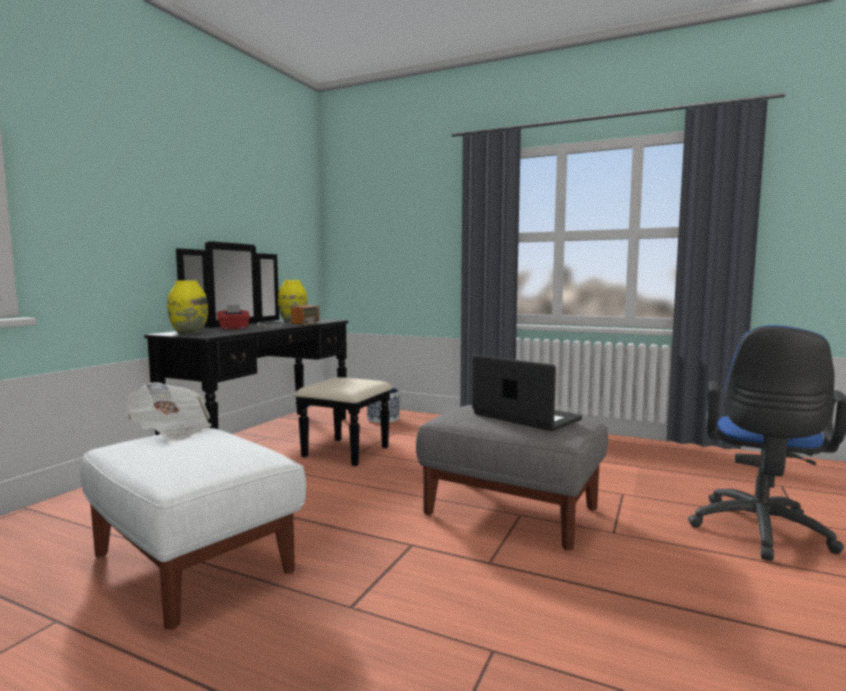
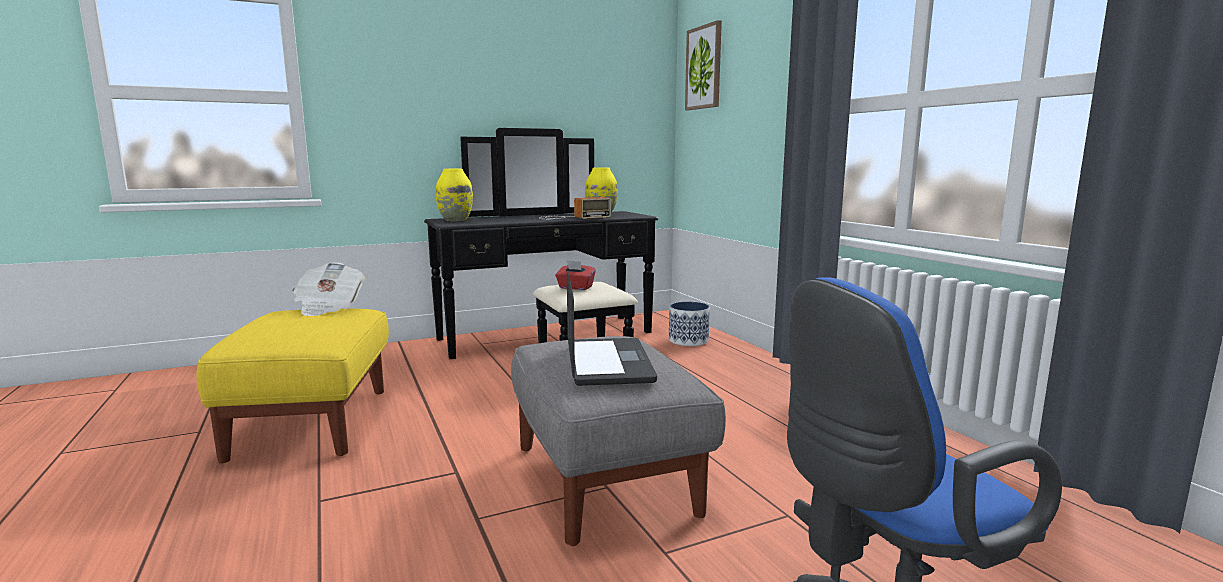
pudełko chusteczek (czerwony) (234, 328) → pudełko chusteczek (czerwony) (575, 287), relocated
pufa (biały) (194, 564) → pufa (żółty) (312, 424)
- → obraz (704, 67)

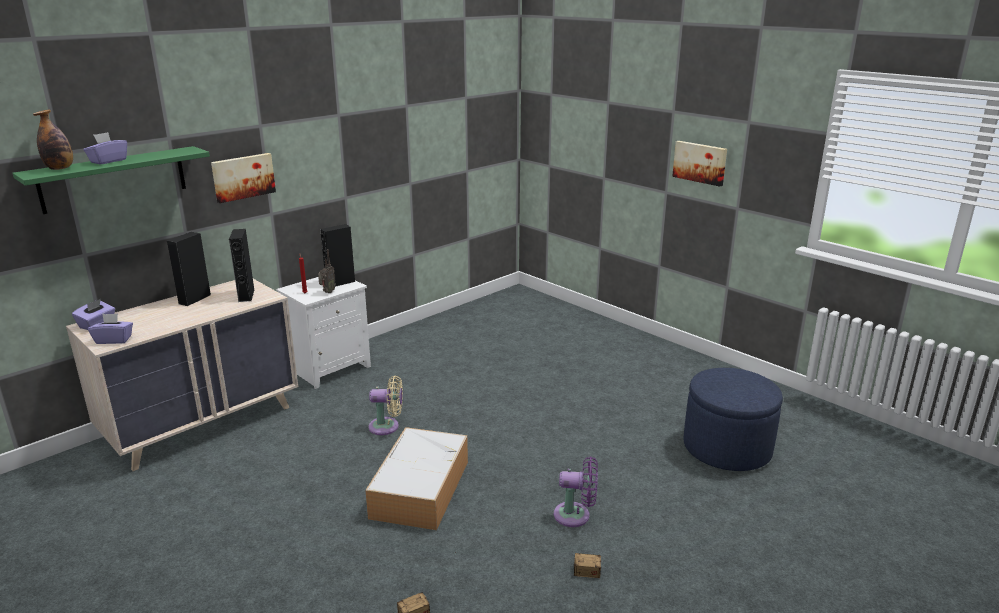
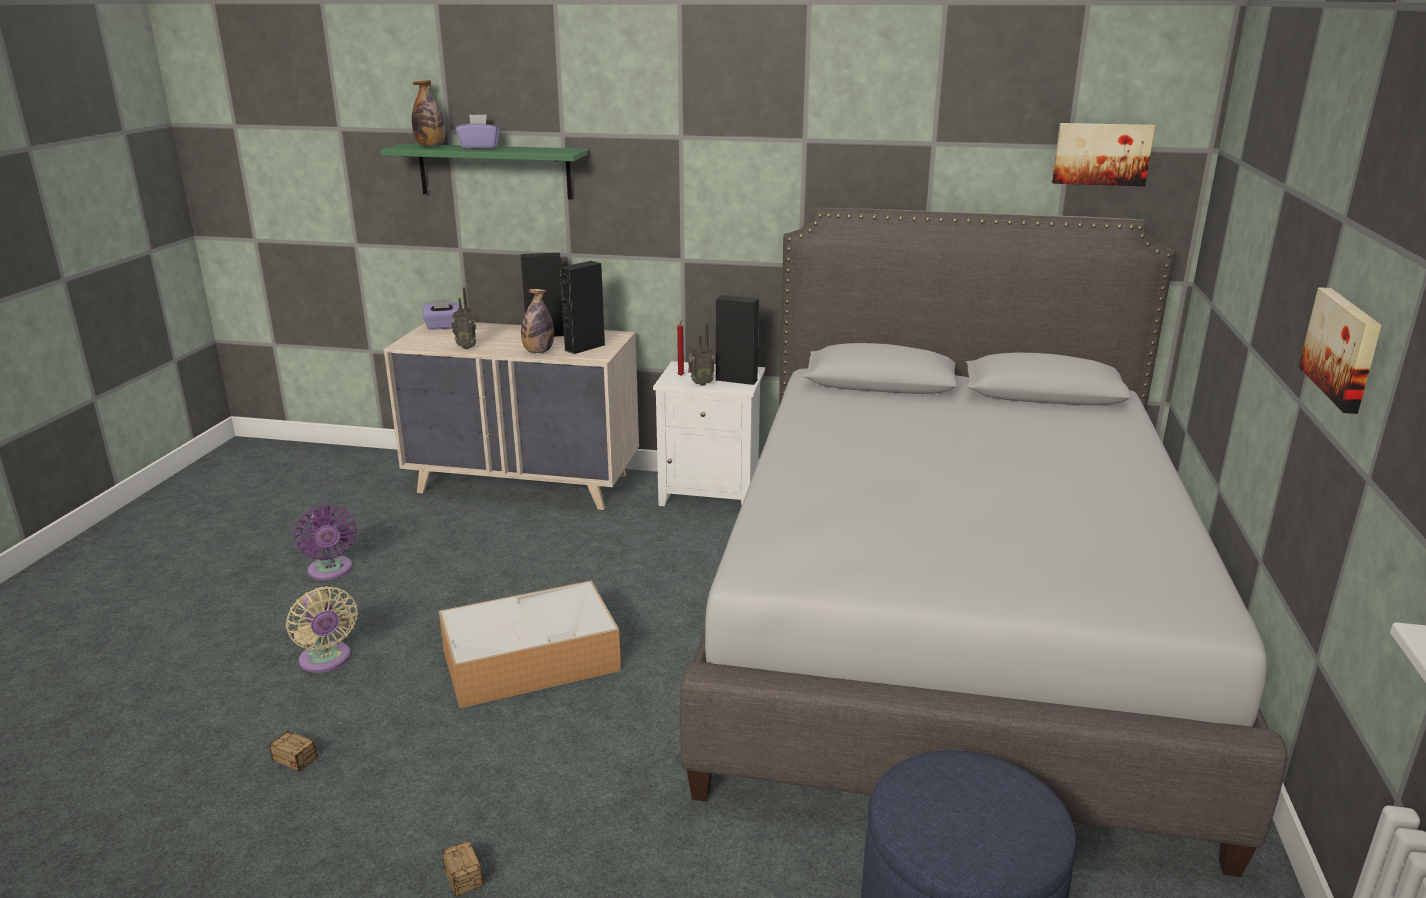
obraz (243, 177) → obraz (1101, 154), relocated
pudełko chusteczek (fioletowy) (114, 340) → -
wentylator (beżowy) (387, 426) → wentylator (beżowy) (326, 660), relocated
wentylator (fioletowy) (576, 515) → wentylator (fioletowy) (331, 571), relocated
- → łóżko (szary) (949, 626)
- → radio (467, 347)
- → butelka (538, 351)

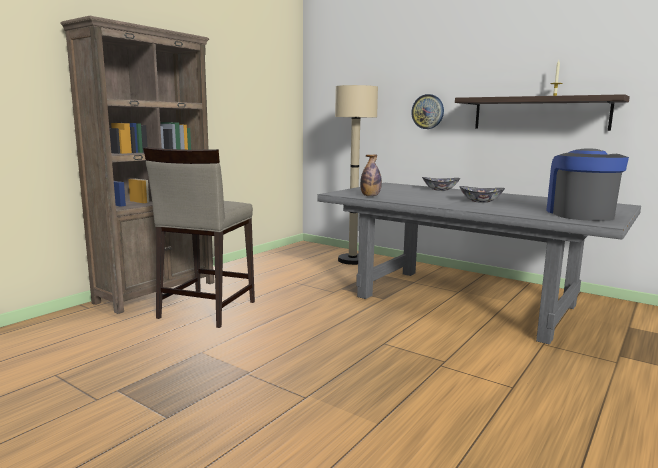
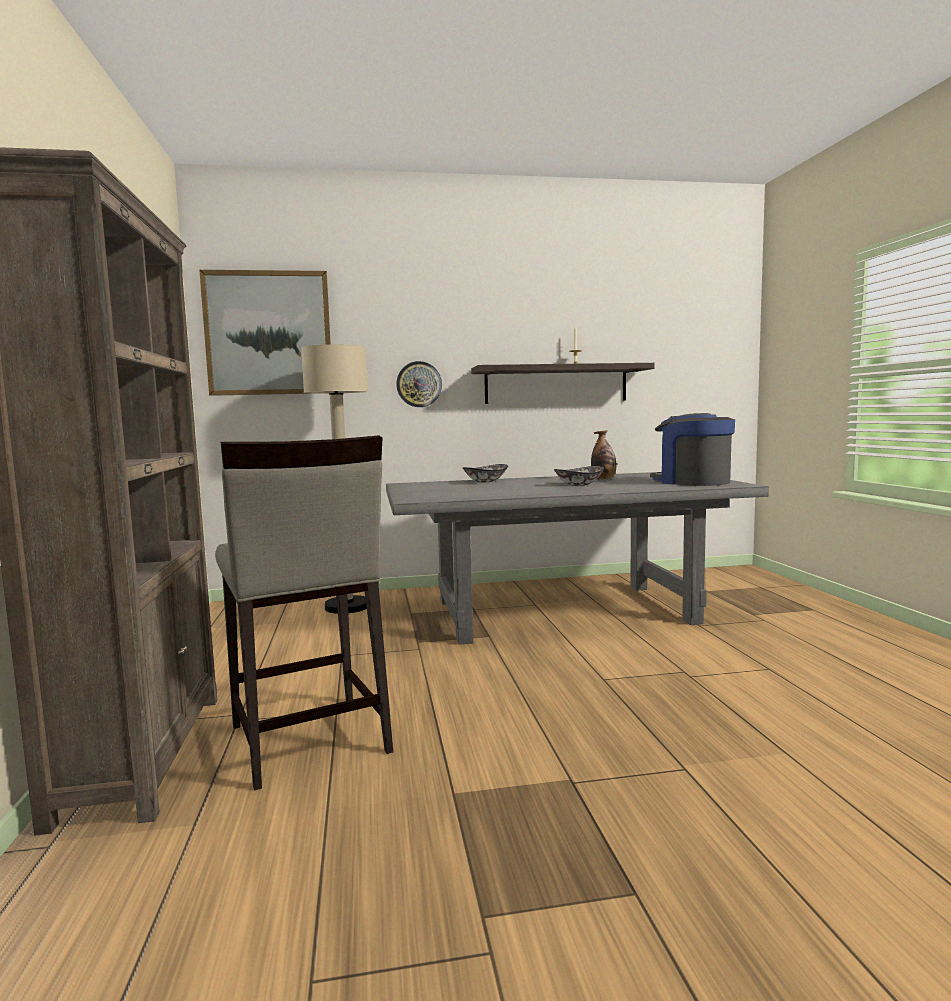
butelka (370, 196) → butelka (603, 479), relocated
- → obraz (268, 333)

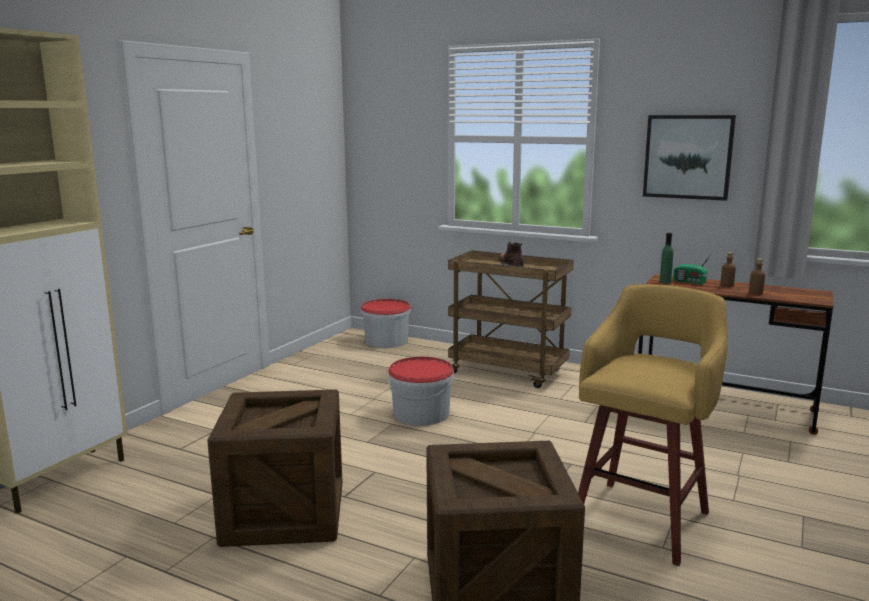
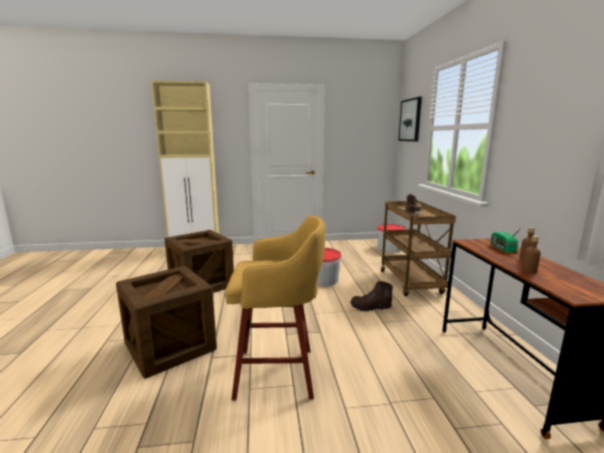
obraz (688, 157) → obraz (410, 120), relocated
butelka (zielony) (665, 282) → -
- → but z cholewką (brązowy) (370, 308)

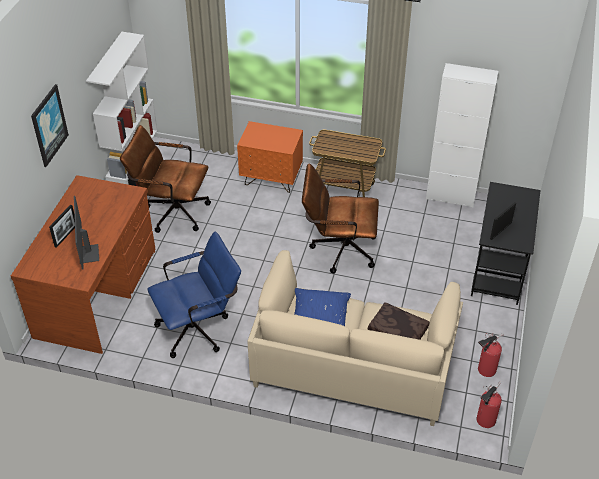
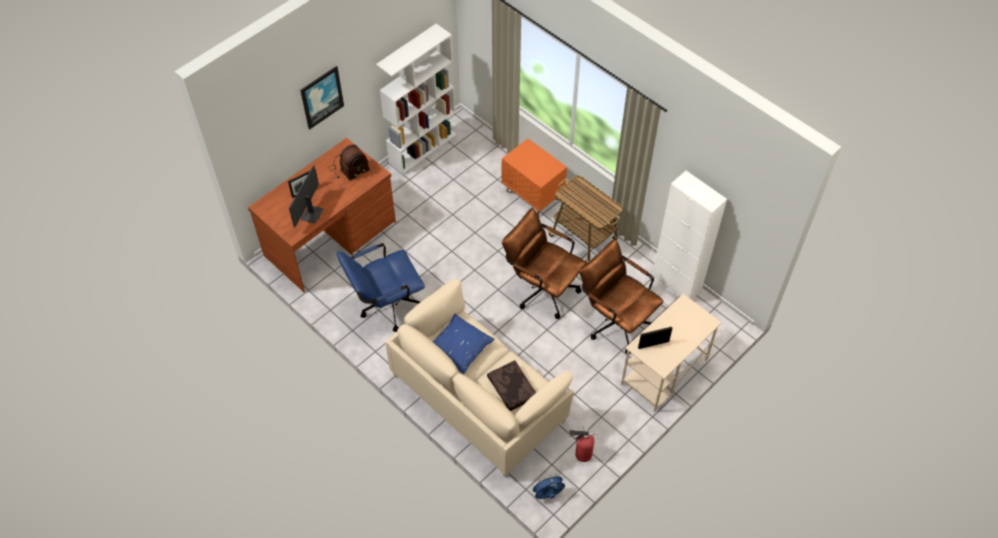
krzesło biurowe (brązowy) (171, 211) → krzesło biurowe (brązowy) (615, 321), relocated
biurko (czarny) (498, 269) → biurko (beżowy) (664, 372)
krzesło biurowe (niebieski) (199, 328) → krzesło biurowe (niebieski) (386, 306), 150 degrees clockwise
gaśnica (484, 421) → wentylator (niebieski) (548, 495)
- → radio (348, 168)

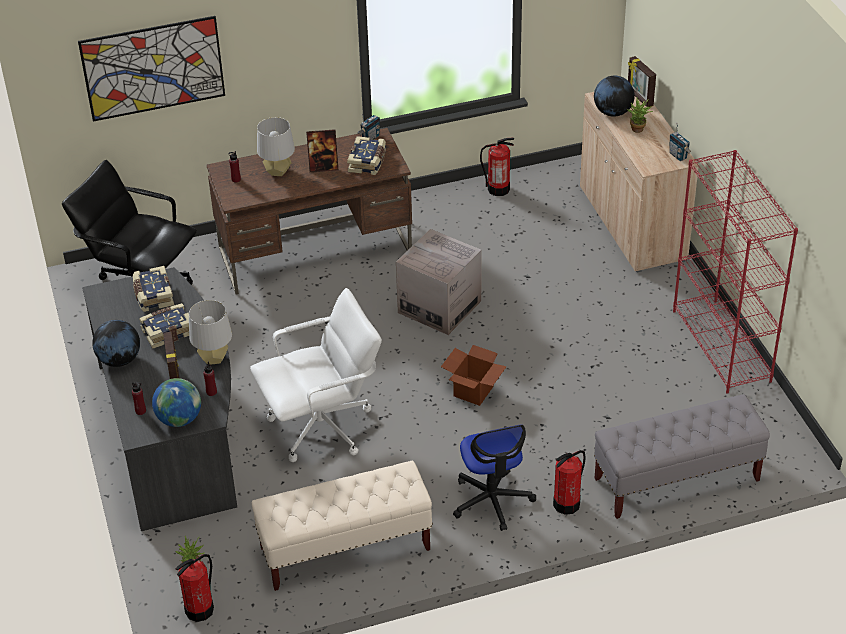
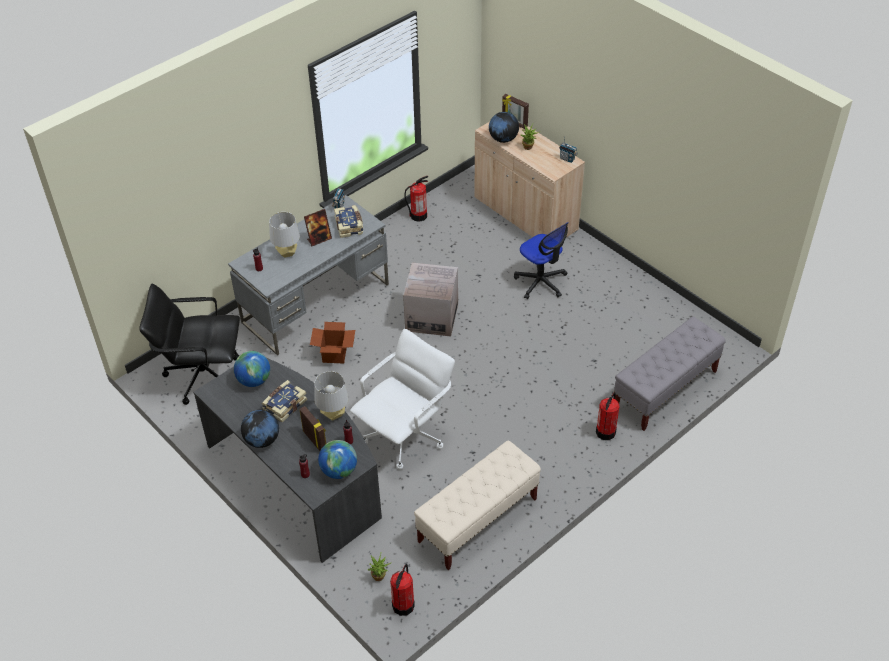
obraz (153, 68) → -
biurko (brązowy) (316, 251) → biurko (szary) (316, 303)
regał (czerwony) (722, 346) → -
książka (153, 295) → globus (254, 380)
karton (473, 391) → karton (334, 354), relocated
krzesło biurowe (492, 500) → krzesło biurowe (541, 282), relocated

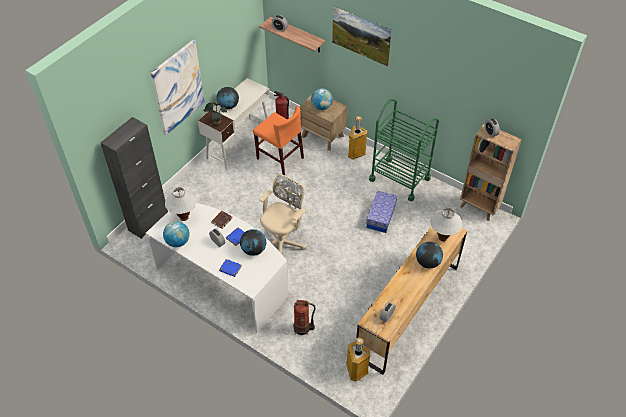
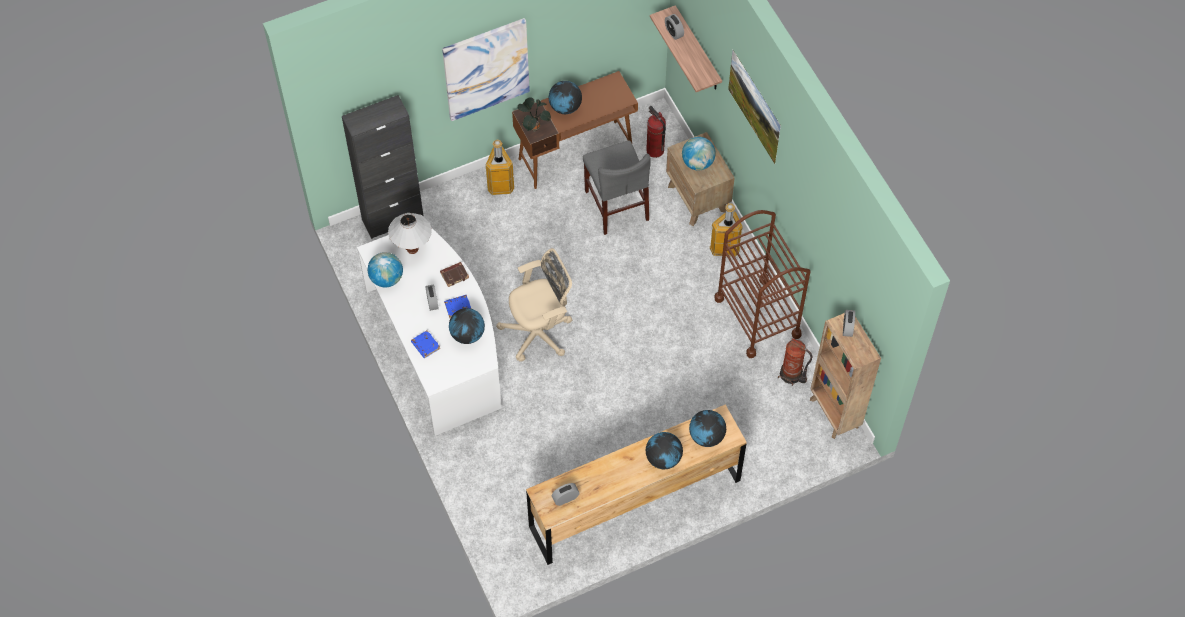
biurko (biały) (238, 143) → biurko (brązowy) (576, 154)
wózek (zielony) (399, 179) → wózek (brązowy) (757, 317)
krzesło (pomarańczowy) (280, 158) → krzesło (szary) (616, 205)
pojemnik do przechowywania (381, 216) → -
lampa stołowa (biały) (442, 238) → globus (706, 436)
gaśnica (302, 328) → gaśnica (792, 375), relocated
kosz na śmieci (356, 370) → kosz na śmieci (500, 185), relocated

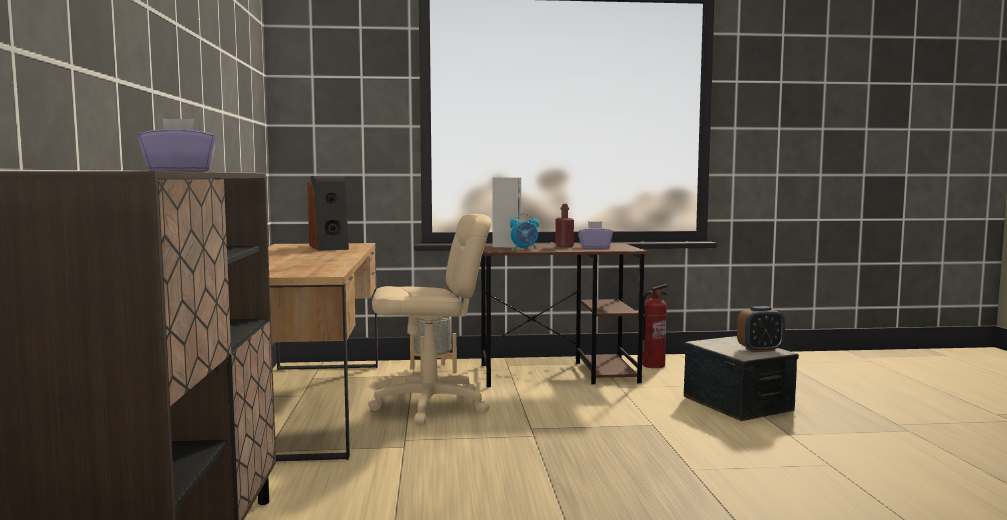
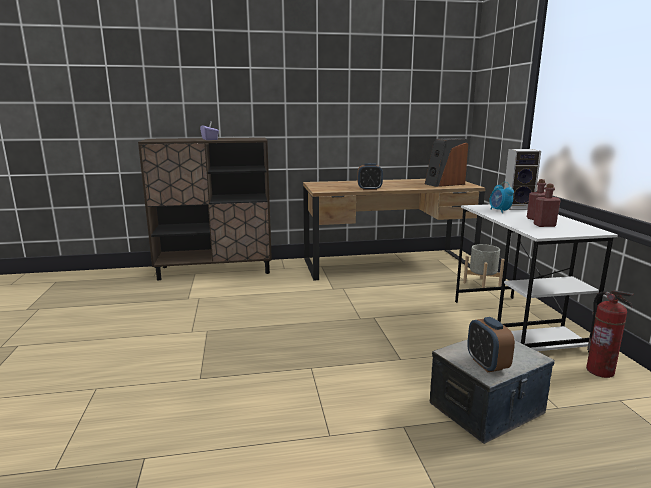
krzesło biurowe (beżowy) (431, 405) → -
pudełko chusteczek (fioletowy) (594, 247) → butelka (czerwony) (544, 225)
biurko (brązowy) (559, 373) → biurko (biały) (516, 325)
- → budzik (369, 189)

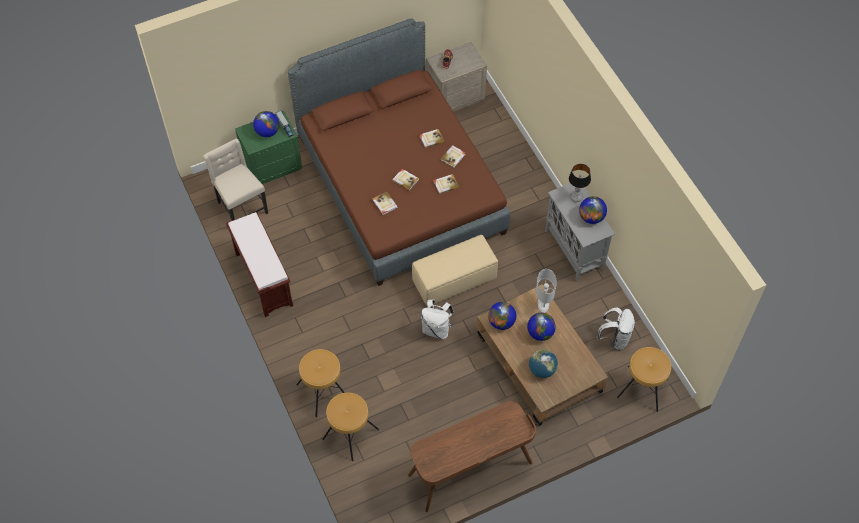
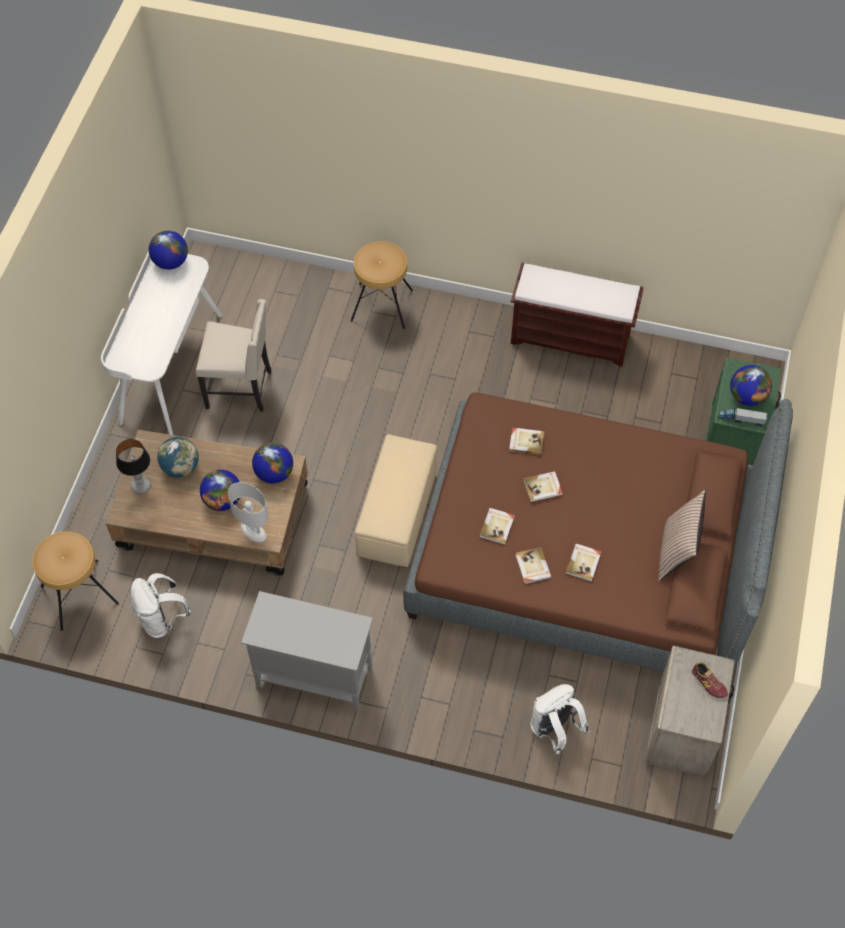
krzesło (beżowy) (241, 207) → krzesło (beżowy) (241, 389), relocated
lampa stołowa (576, 197) → lampa stołowa (140, 486), relocated
globus (591, 217) → globus (171, 262), relocated
plecak (biały) (436, 329) → plecak (biały) (554, 729), relocated
stołek (brązowy) (350, 434) → -
biurko (brązowy) (470, 470) → biurko (biały) (170, 367)
- → poduszka (676, 552)

